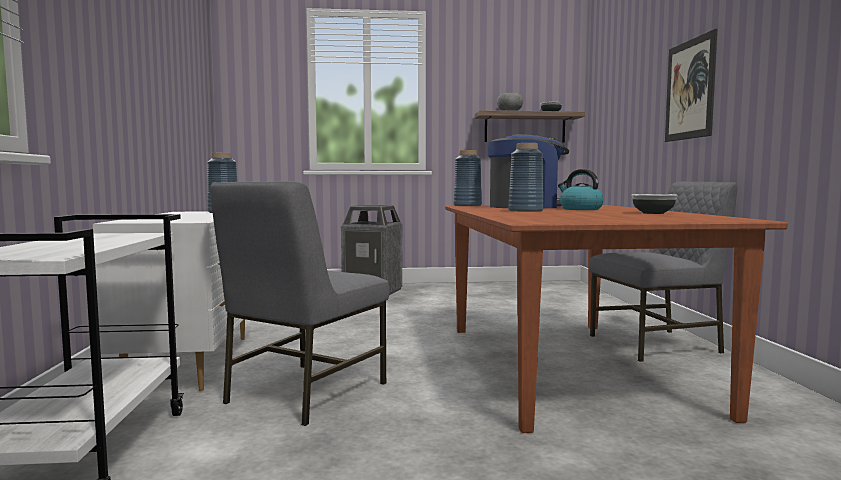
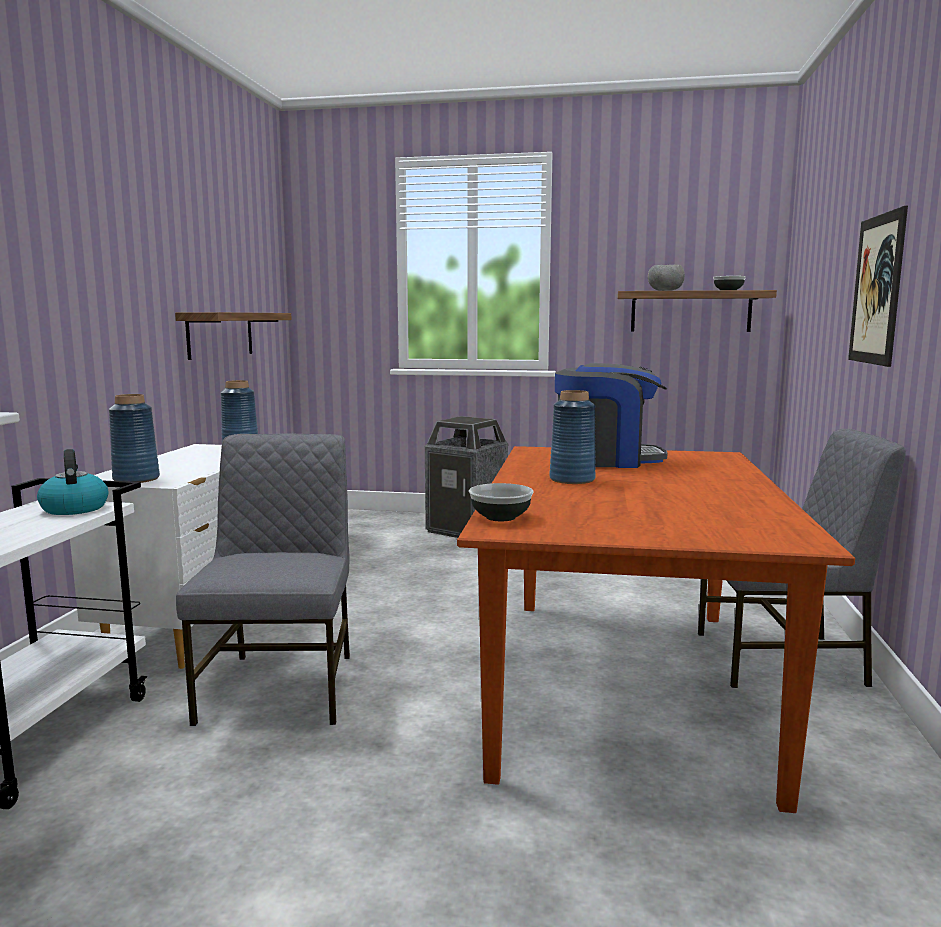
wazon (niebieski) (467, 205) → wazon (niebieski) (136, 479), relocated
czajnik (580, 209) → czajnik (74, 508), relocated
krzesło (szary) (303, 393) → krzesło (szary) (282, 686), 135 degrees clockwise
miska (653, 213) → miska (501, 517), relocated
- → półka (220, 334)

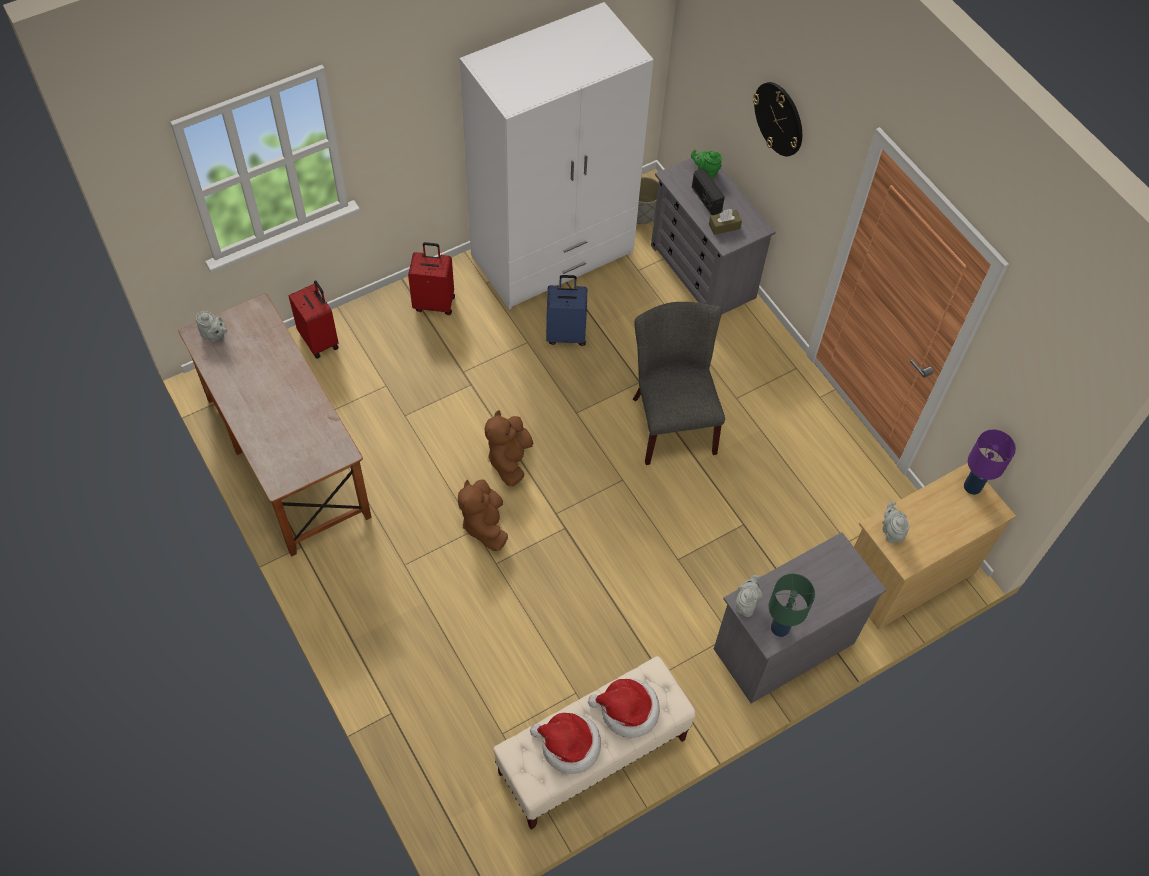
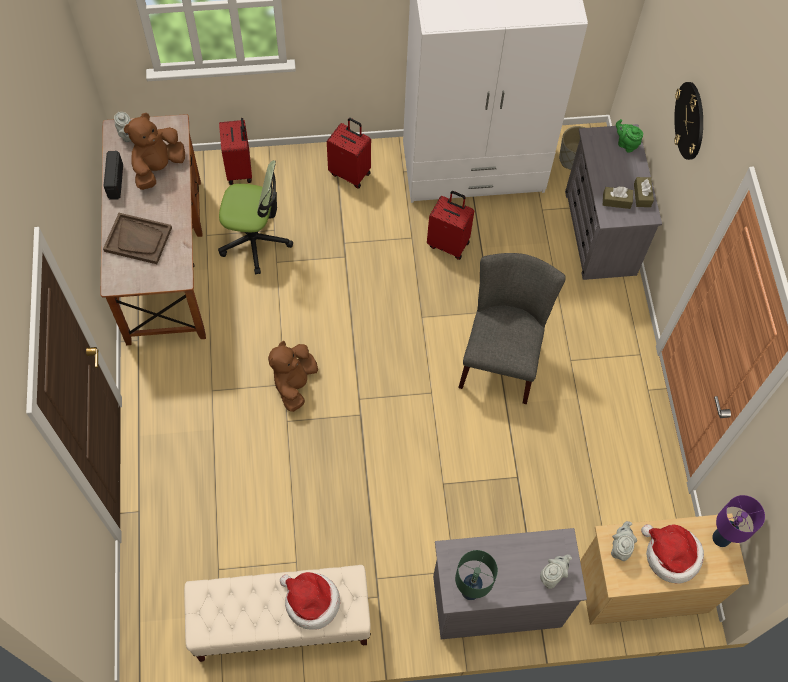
radio (706, 199) → radio (115, 181), relocated
walizka (niebieski) (566, 334) → walizka (czerwony) (449, 243)
pluszak (brązowy) (509, 460) → pluszak (brązowy) (158, 168), relocated
imbryk (szary) (746, 604) → imbryk (szary) (552, 575), relocated
kapelusz (568, 745) → kapelusz (670, 555), relocated
- → krzesło biurowe (255, 240)
- → pudełko chusteczek (brązowy) (642, 195)
- → taca (brązowy) (138, 239)

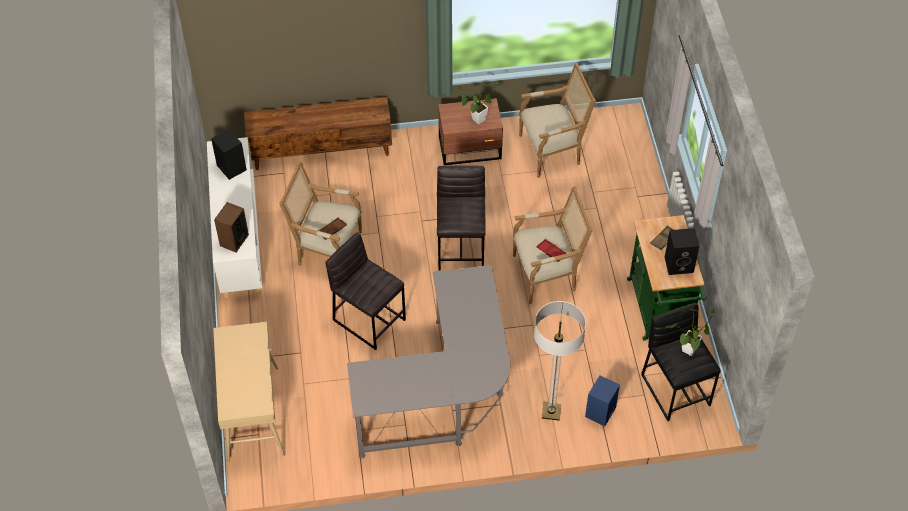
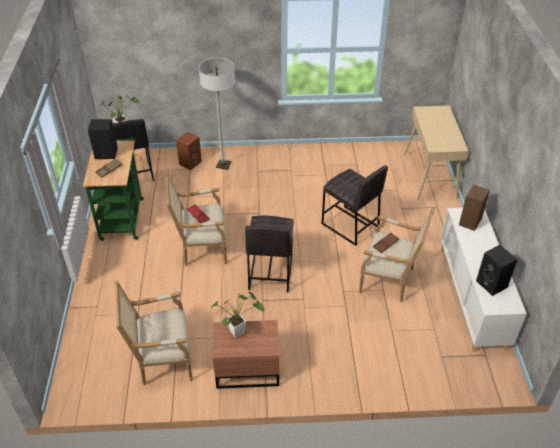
szafka pod telewizor (brązowy) (321, 151) → -
biurko (szary) (444, 395) → -
głośnik (niebieski) (600, 413) → głośnik (brązowy) (190, 162)

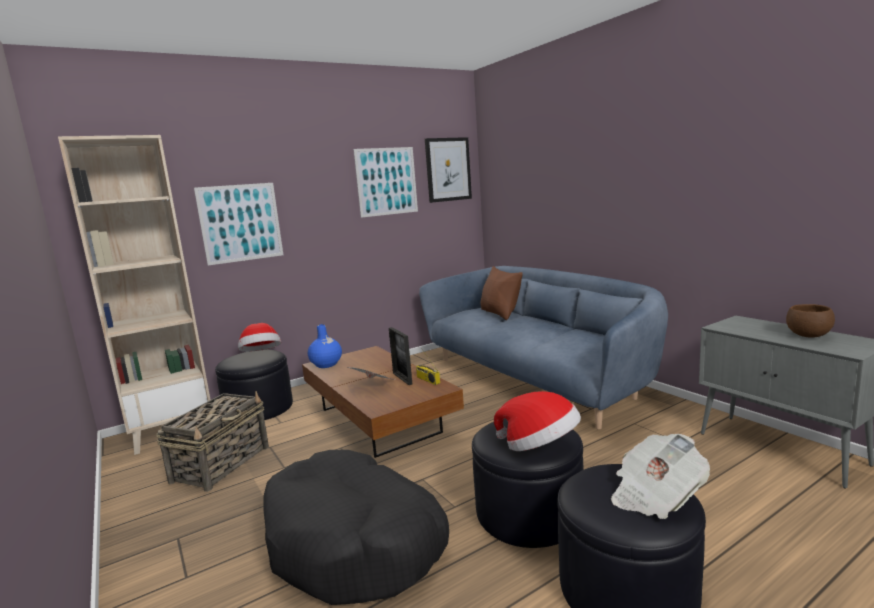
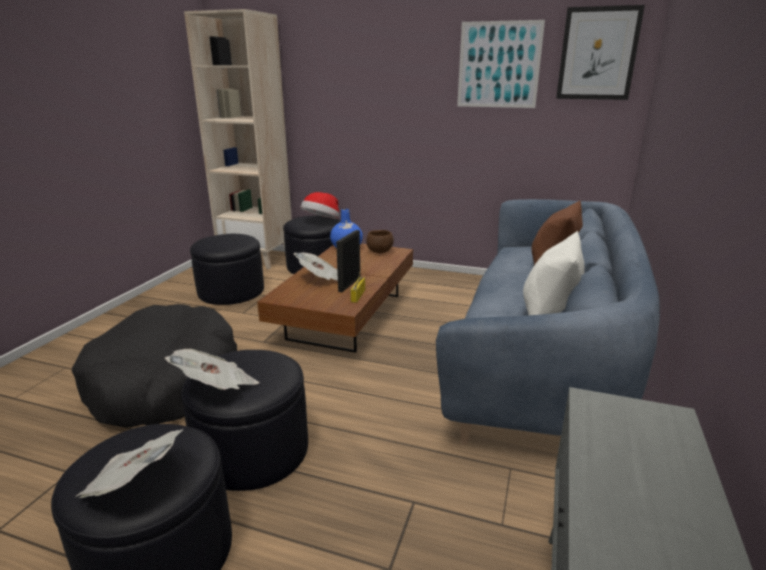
obraz (240, 223) → -
miska (brązowy) (808, 336) → miska (brązowy) (380, 252), relocated
koszyk (222, 463) → pufa (czarny) (231, 291)
kapelusz (539, 447) → gazeta (217, 388)
- → poduszka (biały) (549, 311)

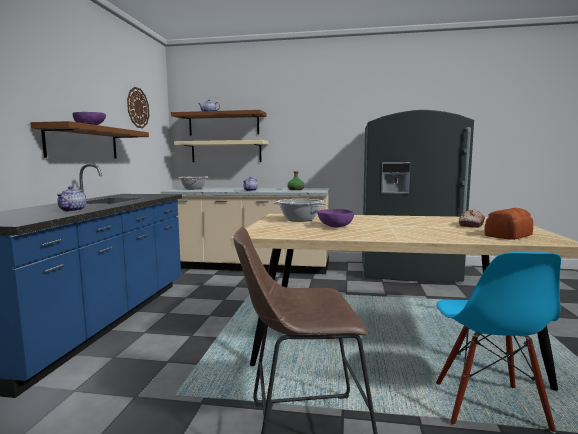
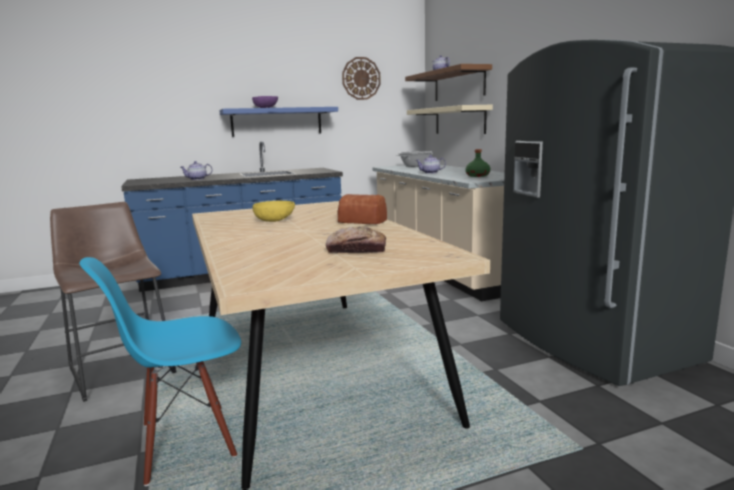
półka (brązowy) (83, 143) → półka (niebieski) (277, 122)
garnek (300, 219) → -
chleb (507, 235) → chleb (362, 221), relocated
miska (fioletowy) (335, 226) → miska (żółty) (275, 220)

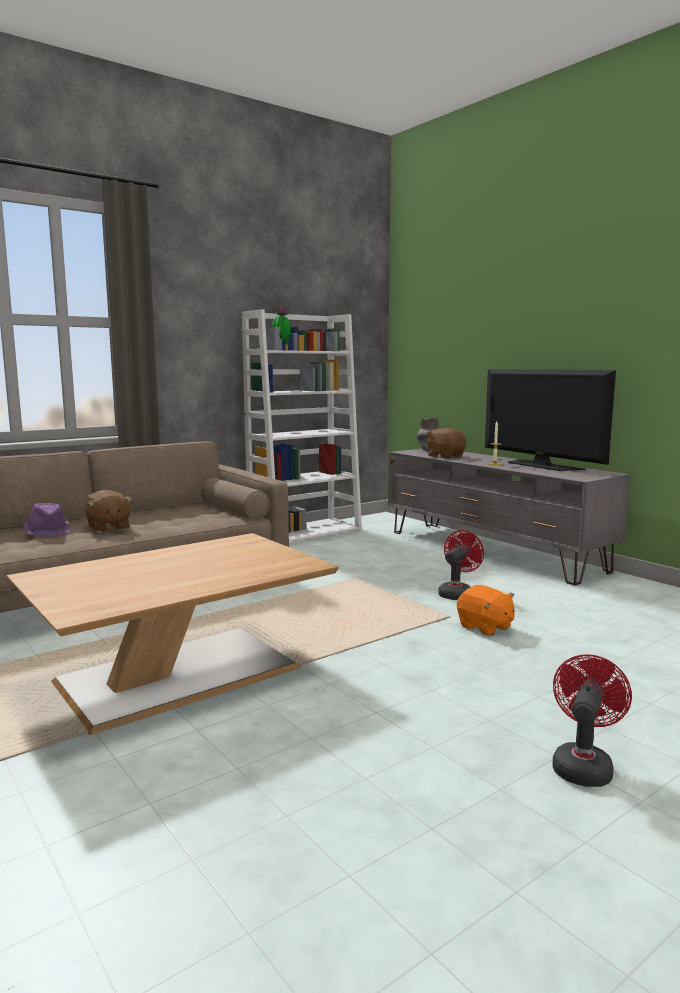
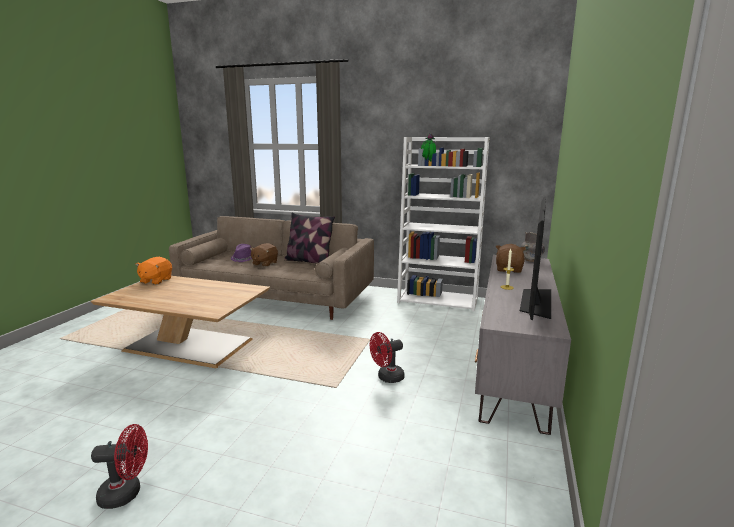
wentylator (czerwony) (457, 593) → wentylator (czerwony) (387, 378), 150 degrees clockwise
pluszak (pomarańczowy) (485, 627) → pluszak (pomarańczowy) (155, 281), relocated
- → poduszka (309, 261)

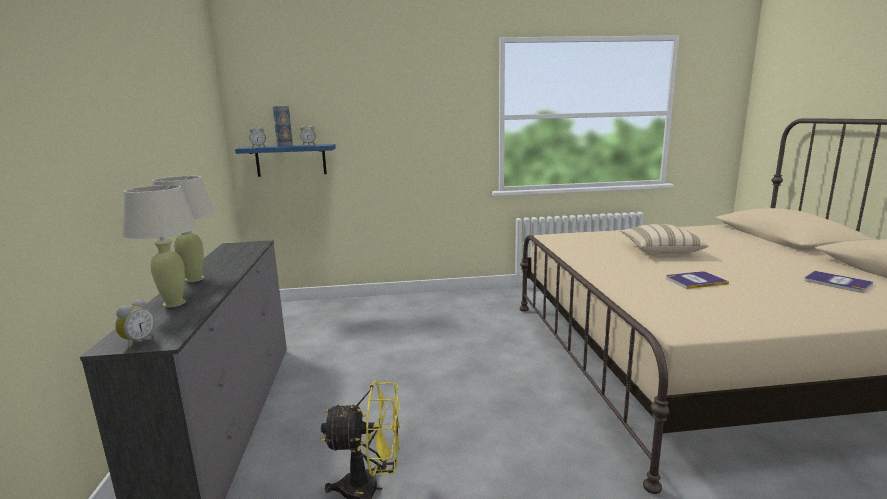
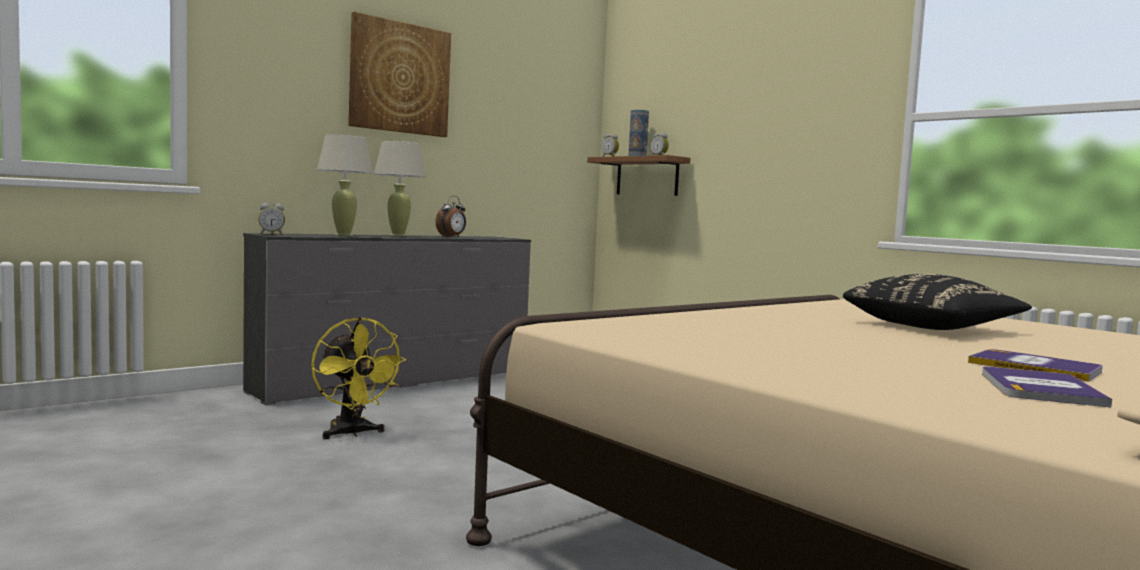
półka (niebieski) (291, 160) → półka (brązowy) (647, 176)
poduszka (beżowy) (660, 251) → poduszka (czarny) (932, 327)
książka (695, 281) → książka (1035, 367), relocated
- → obraz (399, 78)
- → budzik (451, 237)

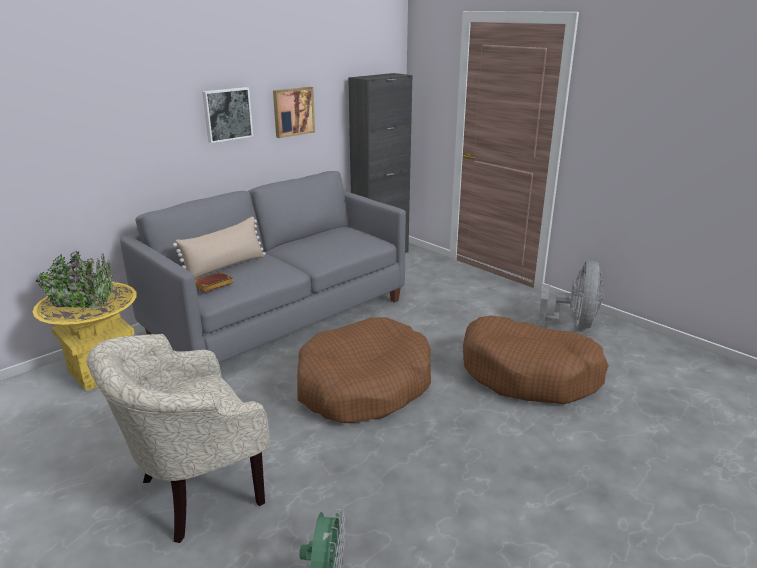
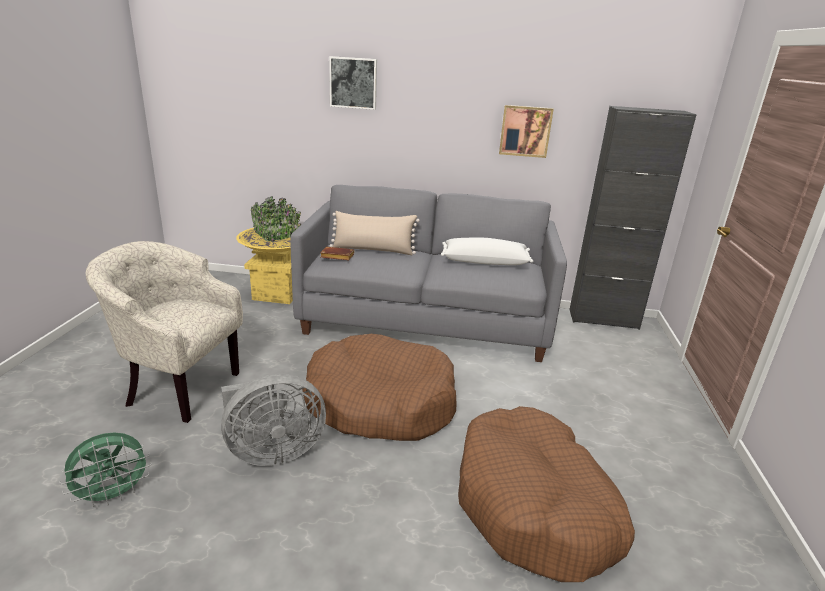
obraz (227, 114) → obraz (353, 83), relocated
wentylator (szary) (573, 324) → wentylator (szary) (272, 452), relocated
- → poduszka (biały) (485, 261)

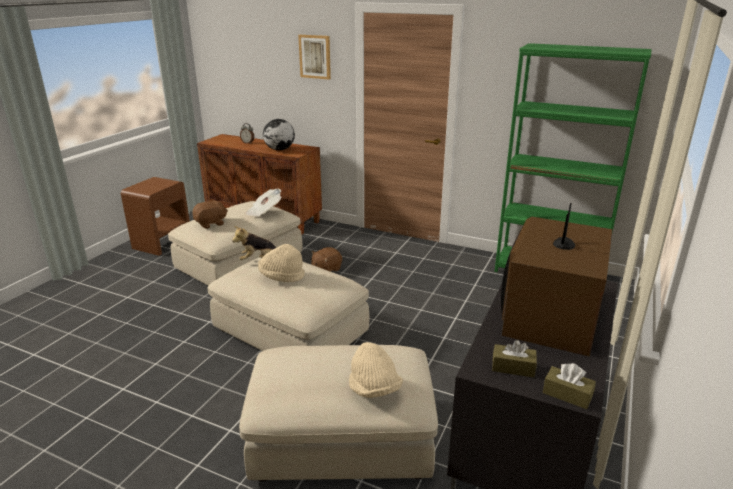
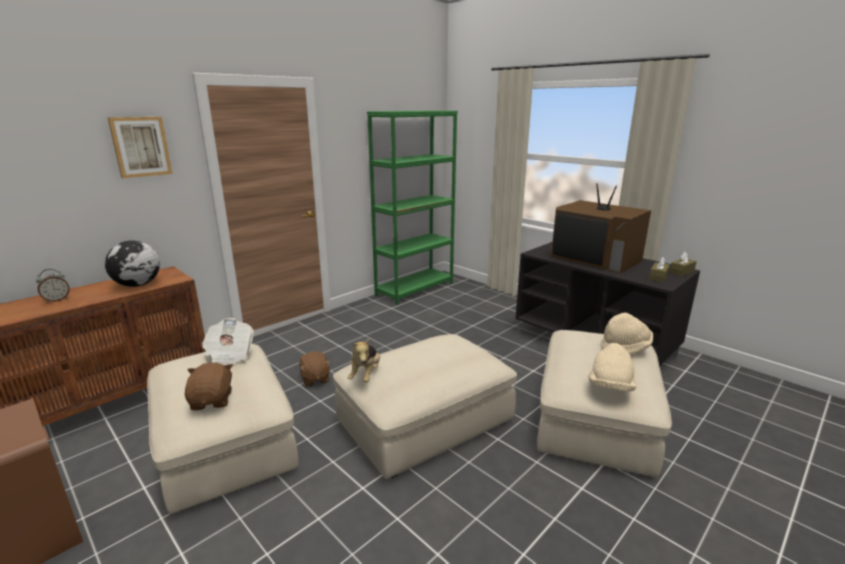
kapelusz (beżowy) (281, 276) → kapelusz (beżowy) (610, 387), relocated

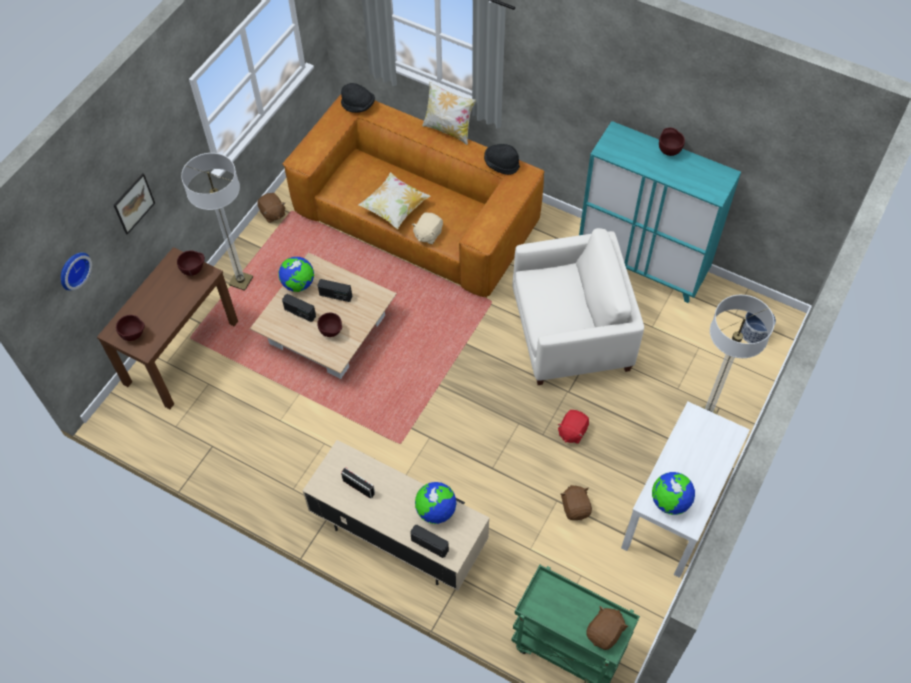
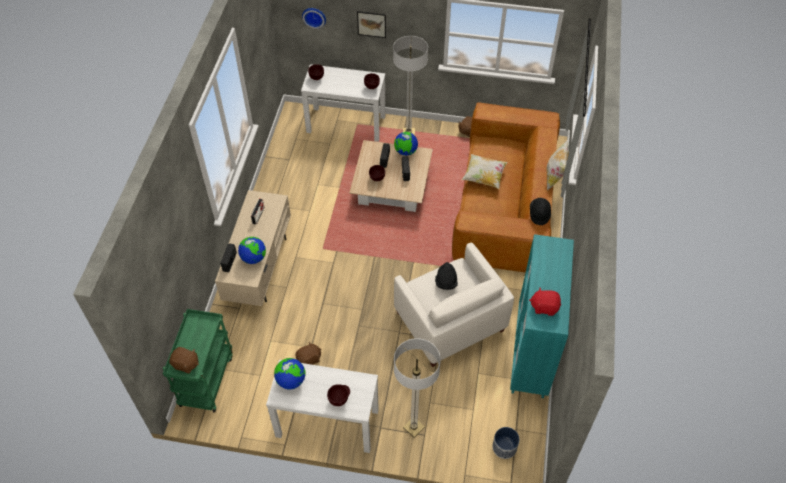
kapelusz (czarny) (358, 106) → kapelusz (czarny) (446, 282), relocated
miska (brązowy) (669, 150) → miska (brązowy) (339, 400), relocated
pluszak (beżowy) (428, 234) → -
stolik konsolowy (brązowy) (181, 352) → stolik konsolowy (biały) (346, 124)
pluszak (czerwony) (572, 431) → pluszak (czerwony) (544, 307), relocated

